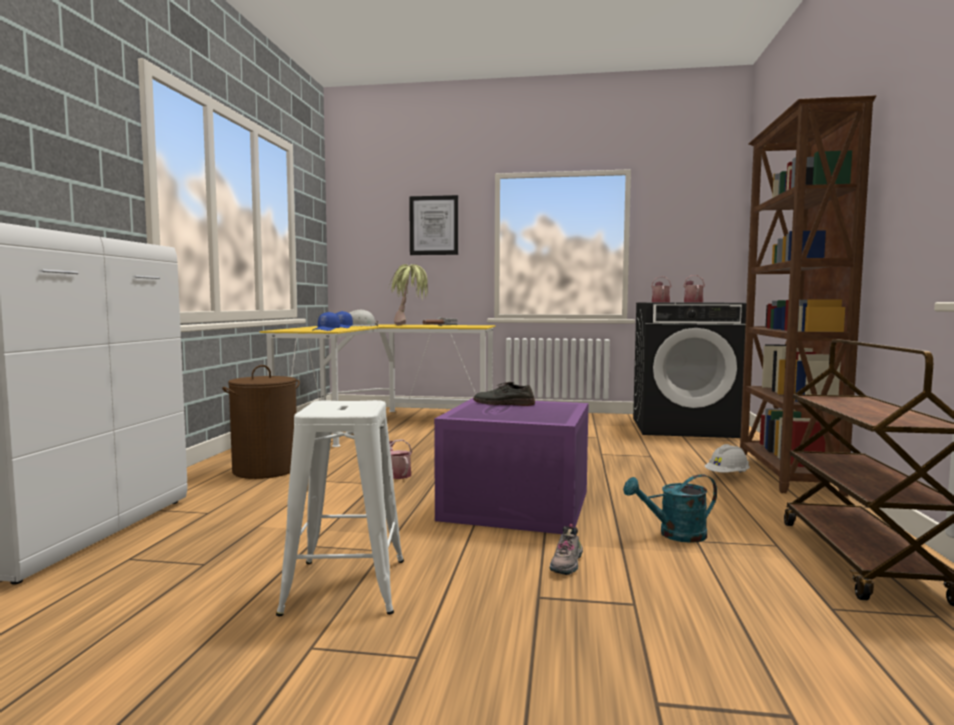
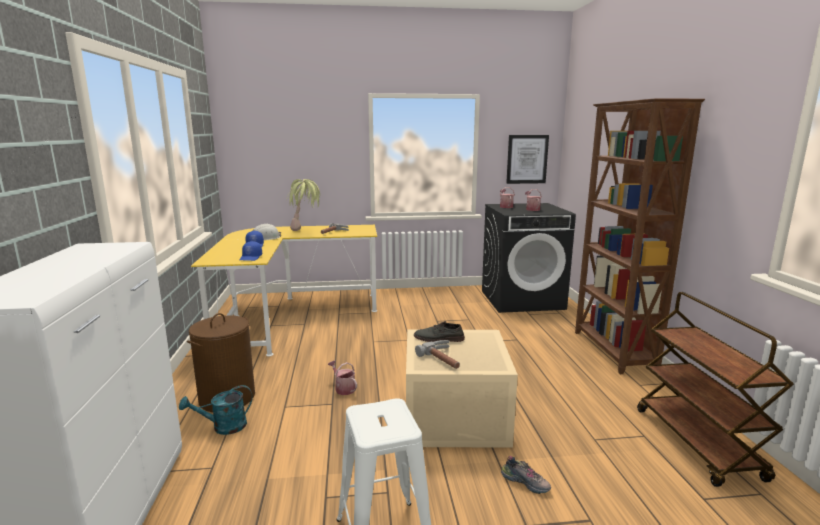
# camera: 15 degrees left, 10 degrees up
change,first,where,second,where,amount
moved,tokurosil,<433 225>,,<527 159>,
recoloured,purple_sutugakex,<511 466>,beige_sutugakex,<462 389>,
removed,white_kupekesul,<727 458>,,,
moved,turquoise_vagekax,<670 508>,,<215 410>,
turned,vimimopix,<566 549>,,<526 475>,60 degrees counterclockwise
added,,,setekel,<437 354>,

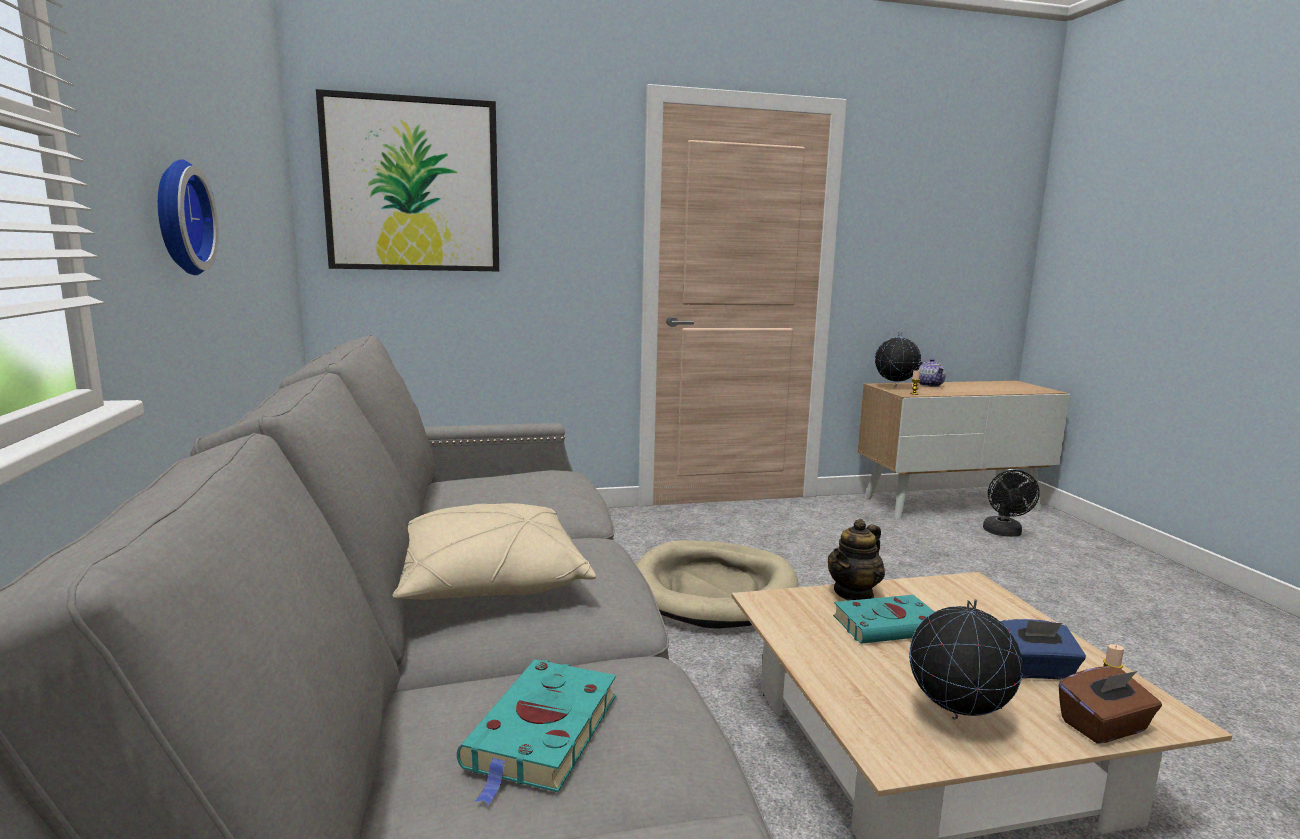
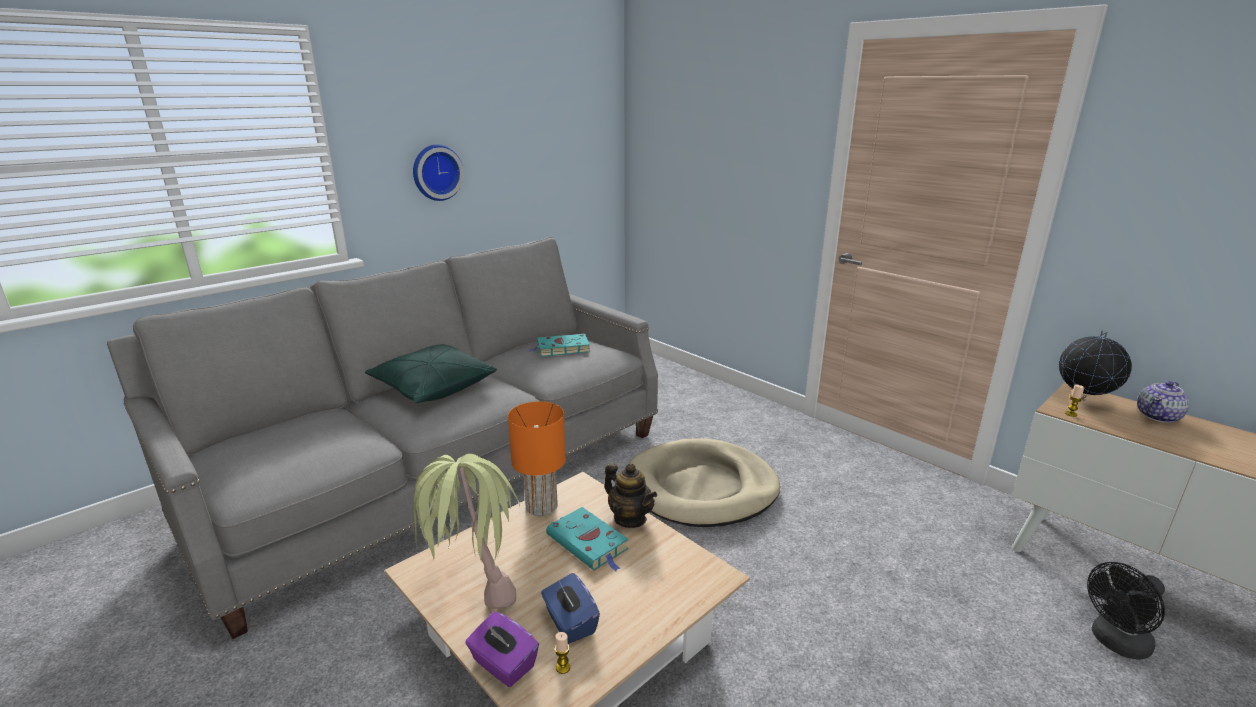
# camera: 60 degrees right, 10 degrees up
change,first,where,second,where,amount
removed,tokurosil,<407 180>,,,
recoloured,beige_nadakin,<494 551>,green_nadakin,<431 374>,
turned,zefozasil,<856 560>,,<630 495>,150 degrees counterclockwise
replaced,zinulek,<966 659>,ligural,<467 531>,
moved,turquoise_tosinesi,<536 733>,,<559 345>,
recoloured,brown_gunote,<1110 705>,purple_gunote,<502 649>,
added,,,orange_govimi,<537 459>,

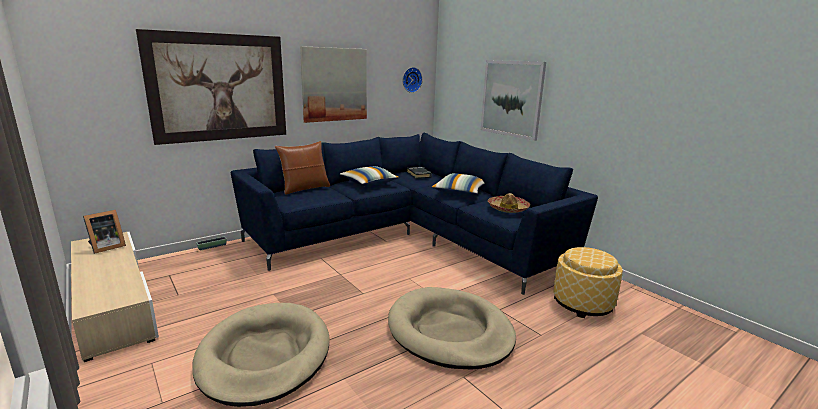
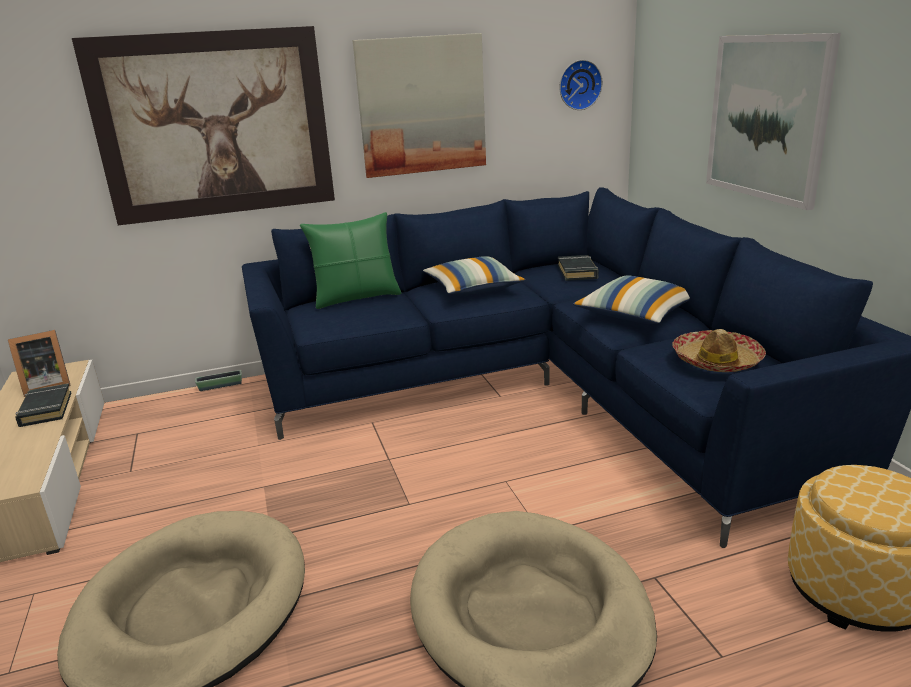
# camera: 20 degrees right, 5 degrees up
change,first,where,second,where,amount
recoloured,brown_nadakin,<302 168>,green_nadakin,<350 260>,
added,,,black_tosinesi,<43 405>,

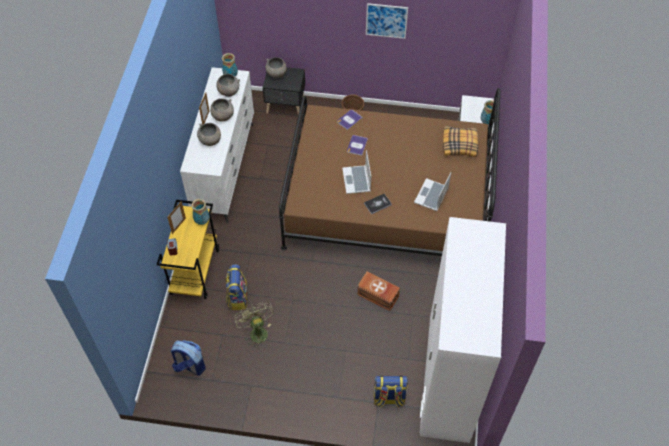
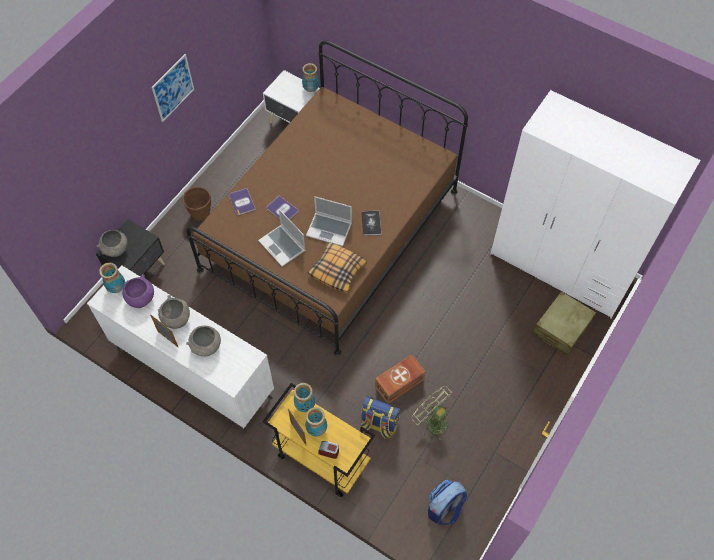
# camera: 65 degrees left, 5 degrees up
change,first,where,second,where,amount
recoloured,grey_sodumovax,<228 85>,purple_sodumovax,<138 291>,
moved,nadakin,<460 141>,,<337 267>,
moved,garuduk,<432 191>,,<281 237>,
moved,brown_sutugakex,<378 291>,,<400 379>,
turned,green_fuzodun,<254 325>,,<431 413>,45 degrees clockwise
replaced,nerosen,<391 392>,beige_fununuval,<564 323>,
added,,,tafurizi,<316 422>,

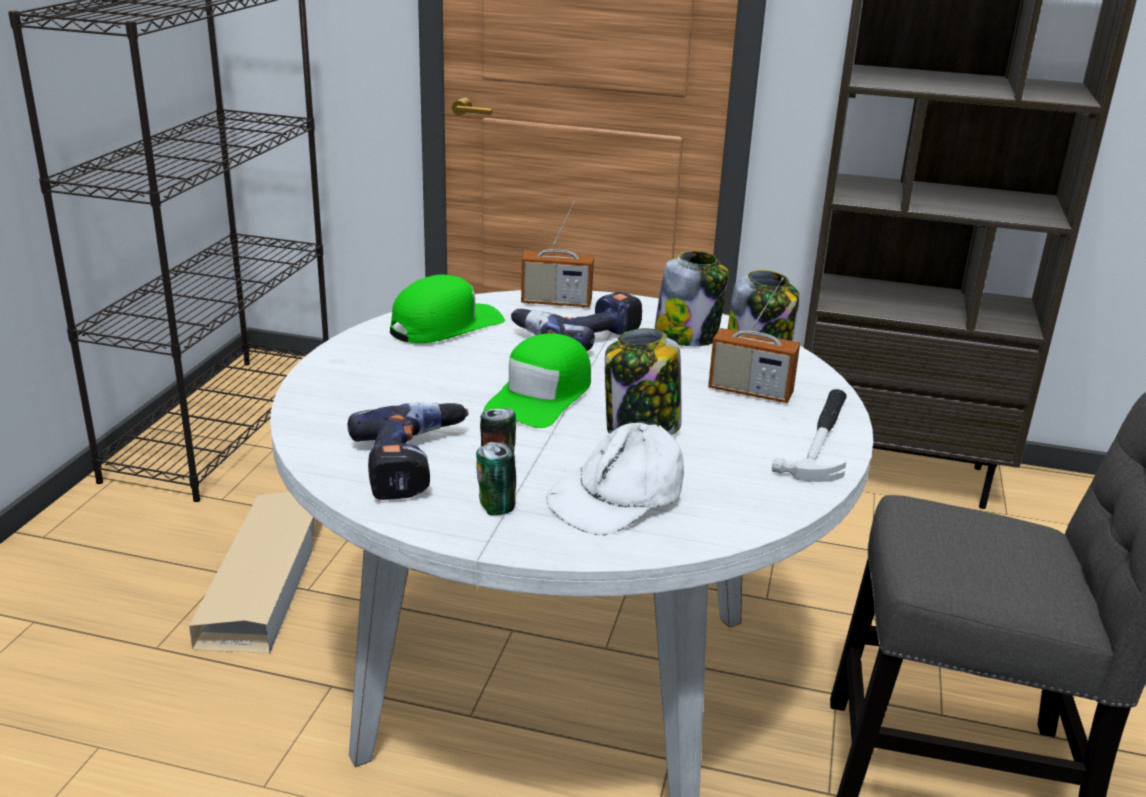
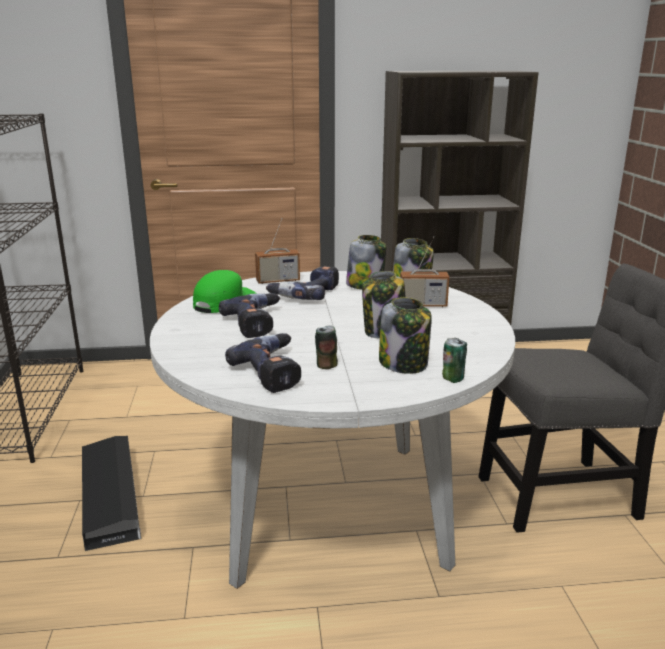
# camera: 20 degrees left, 5 degrees down
change,first,where,second,where,amount
removed,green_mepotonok,<537 380>,,,
removed,setekel,<809 435>,,,
replaced,white_mepotonok,<615 477>,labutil,<405 335>,
moved,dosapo,<496 478>,,<454 360>,
recoloured,beige_sutugakex,<252 573>,black_sutugakex,<111 493>,
added,,,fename,<249 315>,

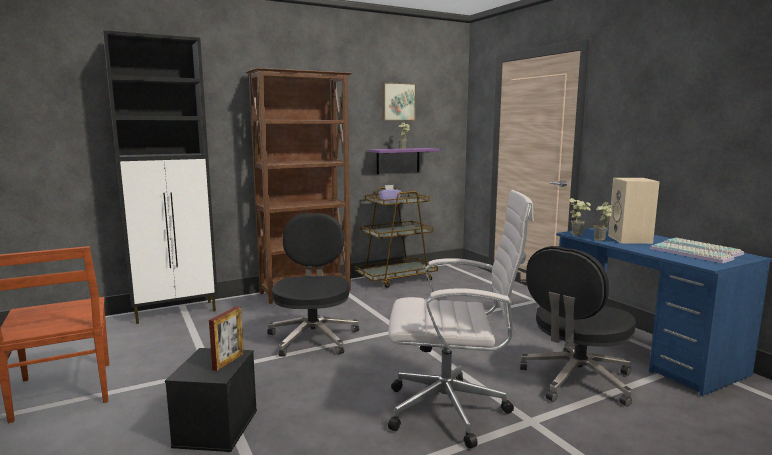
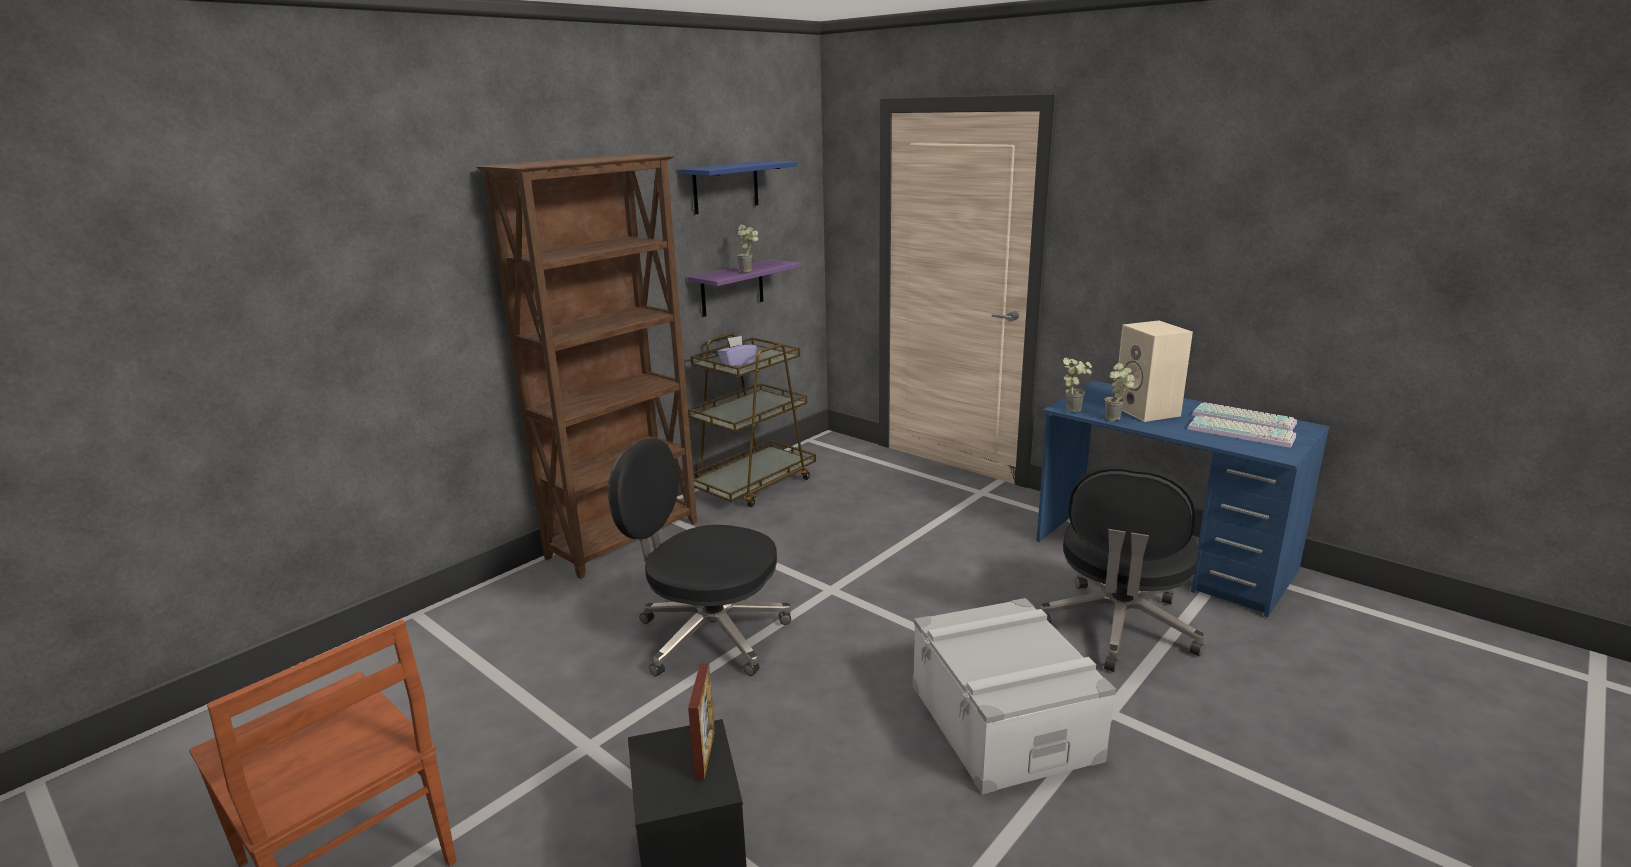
# camera: 20 degrees left, 10 degrees up
change,first,where,second,where,amount
removed,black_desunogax,<160 177>,,,
replaced,tokurosil,<399 101>,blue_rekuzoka,<738 187>,
replaced,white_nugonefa,<461 319>,grey_sutugakex,<1014 696>,
turned,black_nugonefa,<313 285>,,<699 558>,45 degrees counterclockwise

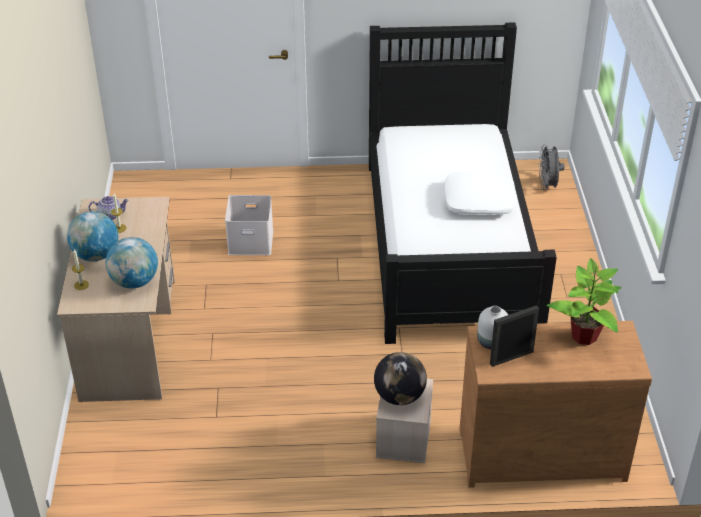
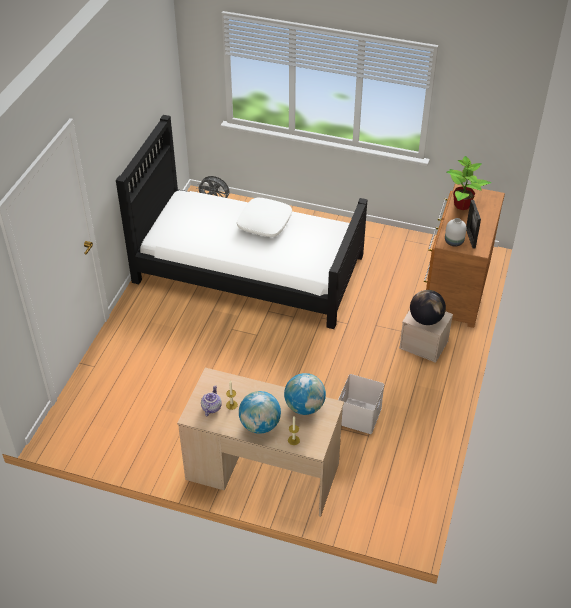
# camera: 70 degrees left, 5 degrees up
change,first,where,second,where,amount
moved,white_sutugakex,<249 225>,,<361 404>,

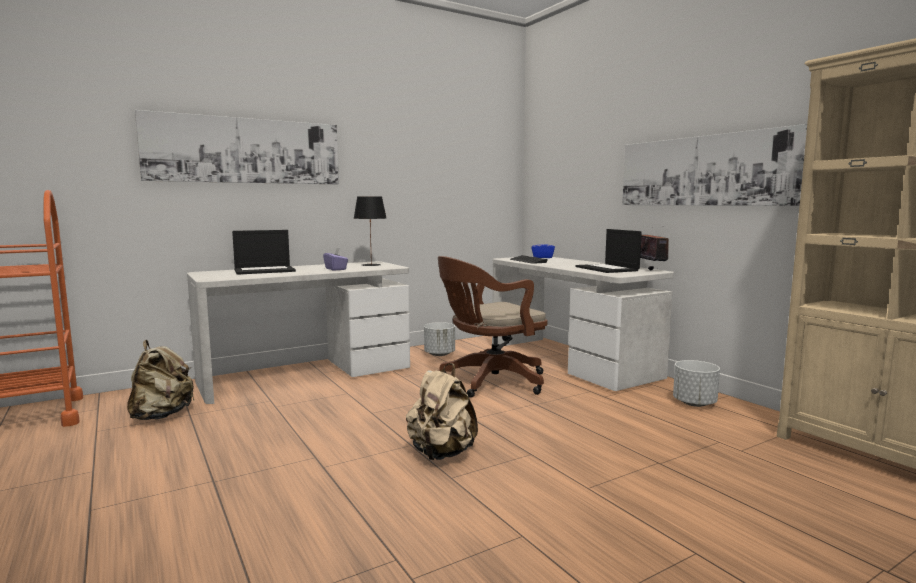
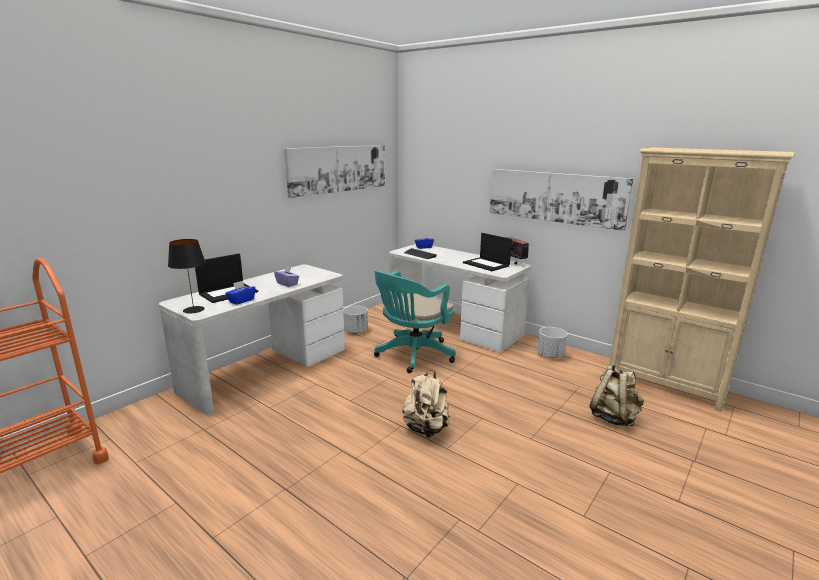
# camera: 20 degrees left, 10 degrees up
change,first,where,second,where,amount
moved,tokurosil,<237 147>,,<334 171>,
moved,black_govimi,<369 231>,,<187 276>,
recoloured,brown_nugonefa,<493 327>,turquoise_nugonefa,<415 322>,
moved,beige_nerosen,<161 380>,,<617 395>,
added,,,blue_gunote,<240 293>,

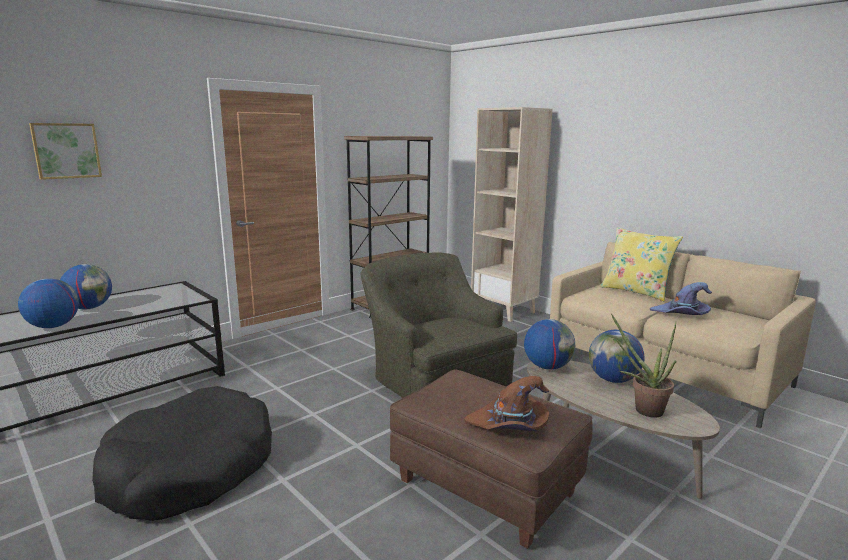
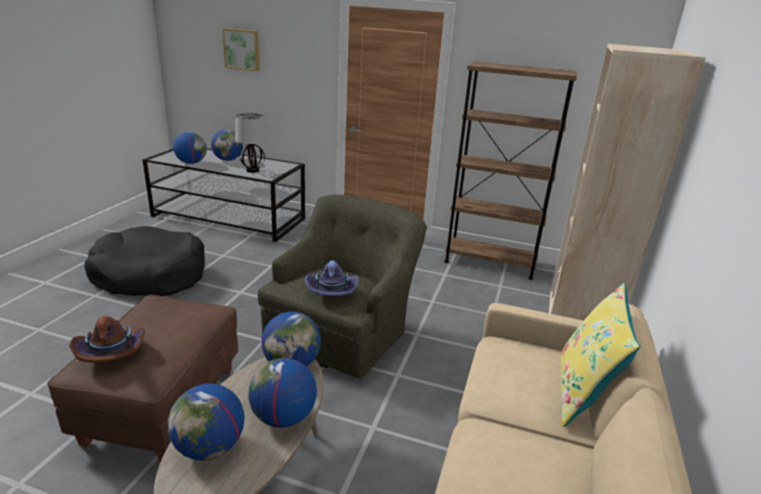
# camera: 60 degrees right, 10 degrees up
change,first,where,second,where,amount
moved,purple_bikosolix,<681 298>,,<332 278>,
replaced,ligural,<643 366>,zinulek,<206 422>,
added,,,govimi,<251 143>,

